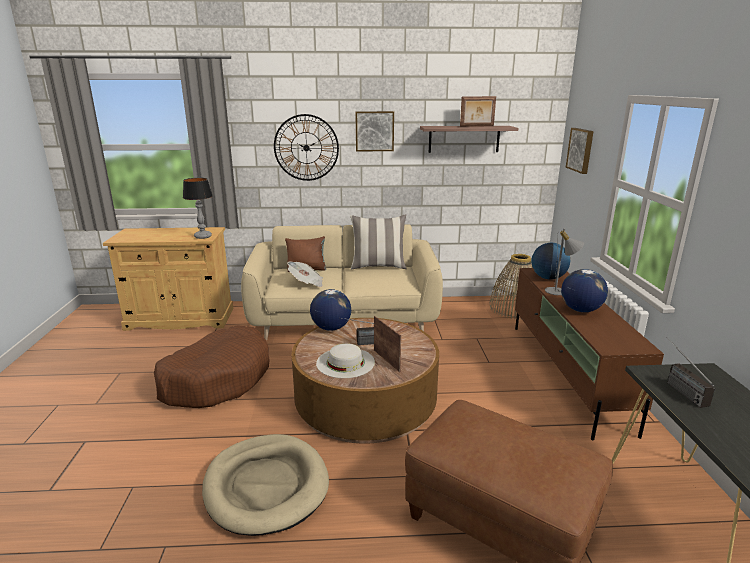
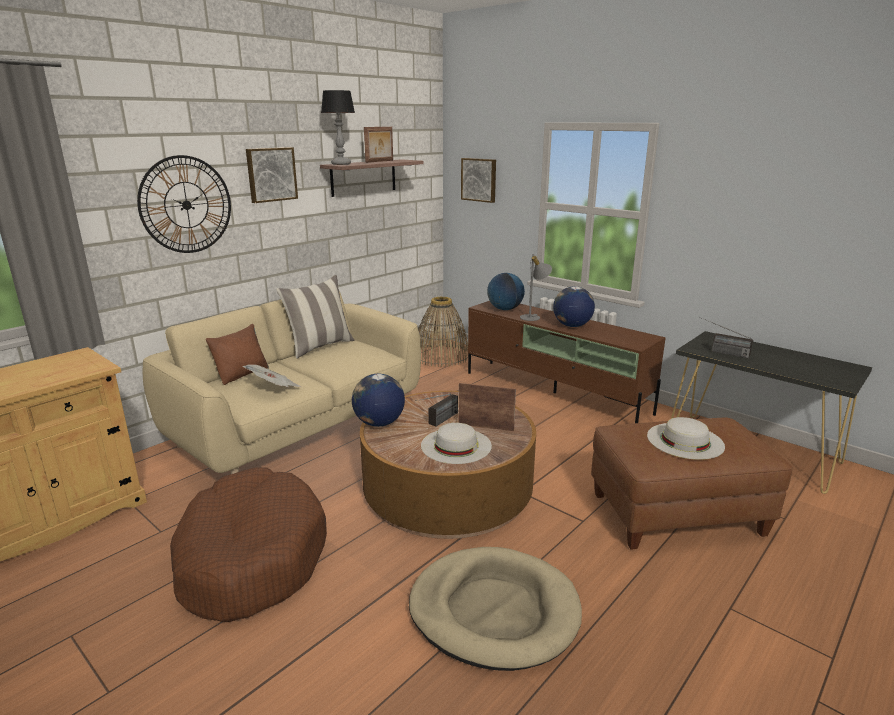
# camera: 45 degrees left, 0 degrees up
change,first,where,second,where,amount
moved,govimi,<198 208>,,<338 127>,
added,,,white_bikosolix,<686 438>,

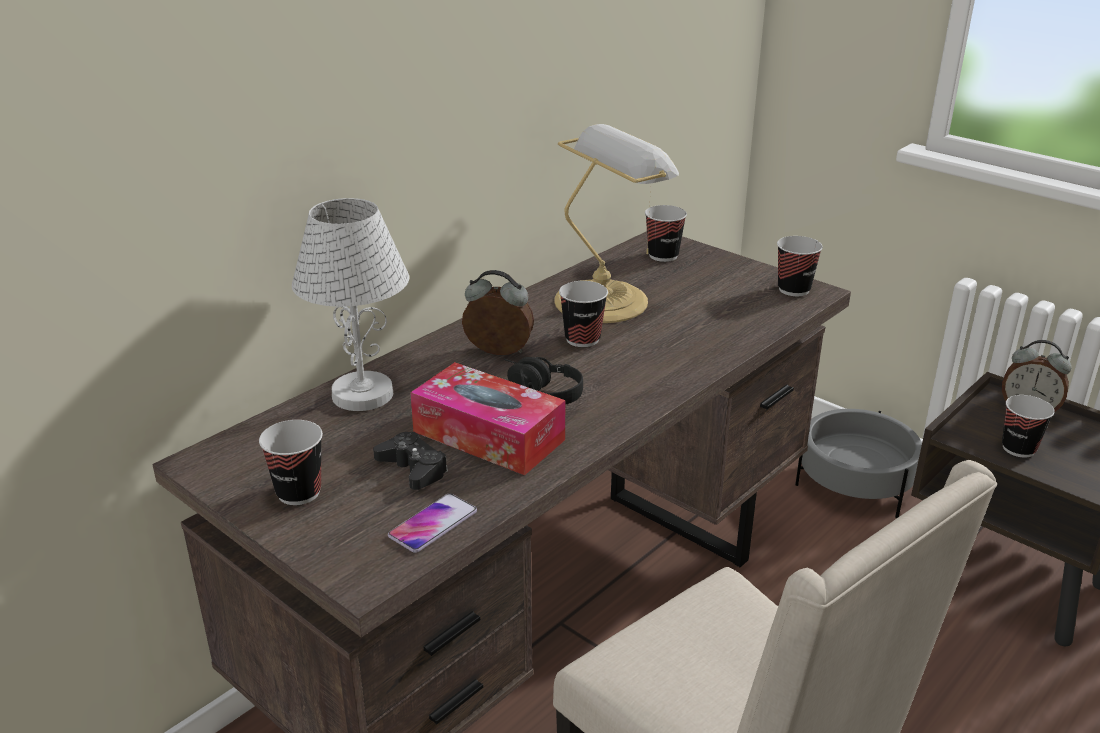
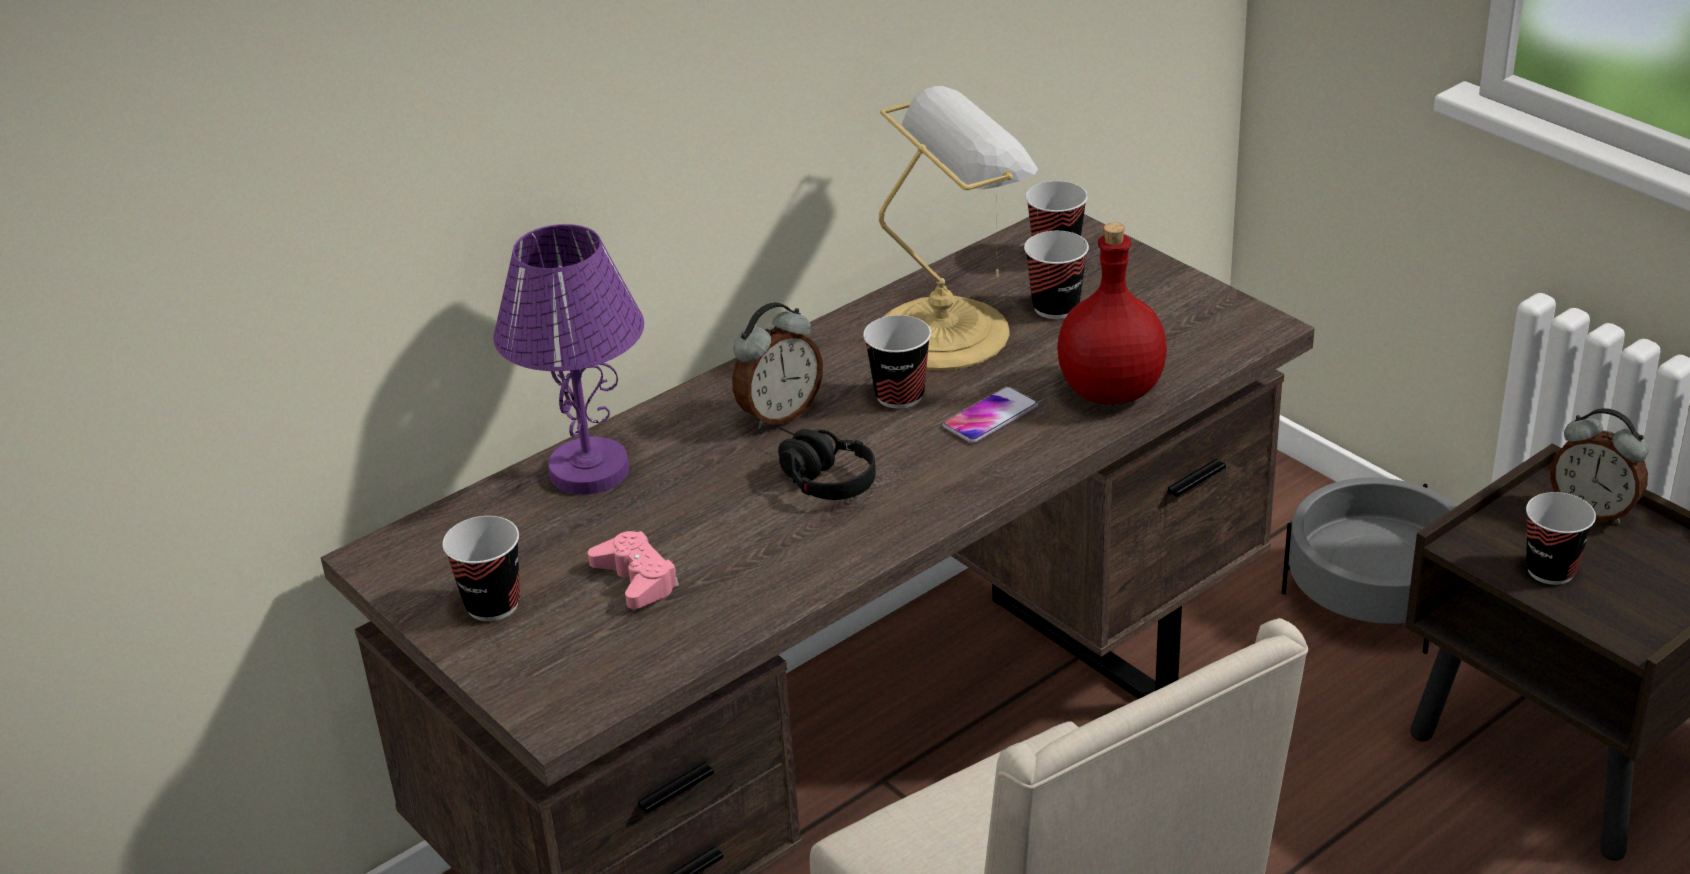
# camera: 10 degrees right, 5 degrees up
change,first,where,second,where,amount
recoloured,white_govimi,<350 304>,purple_govimi,<568 359>,
moved,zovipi,<800 266>,,<1056 275>,
turned,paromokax,<498 312>,,<777 365>,120 degrees clockwise
removed,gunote,<487 418>,,,
recoloured,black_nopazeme,<410 461>,pink_nopazeme,<633 570>,
moved,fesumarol,<432 523>,,<990 414>,
added,,,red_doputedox,<1112 313>,

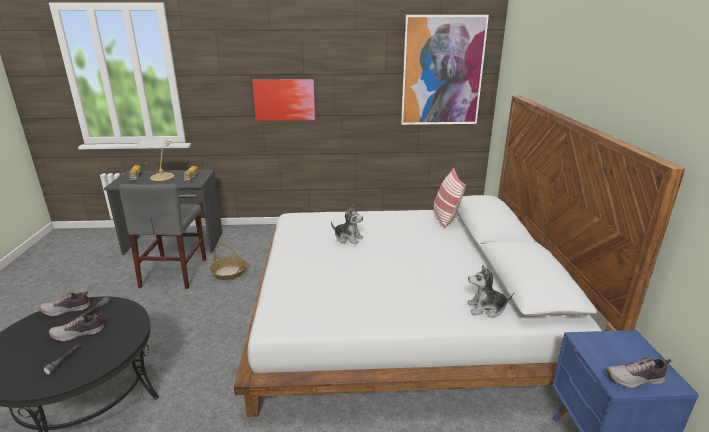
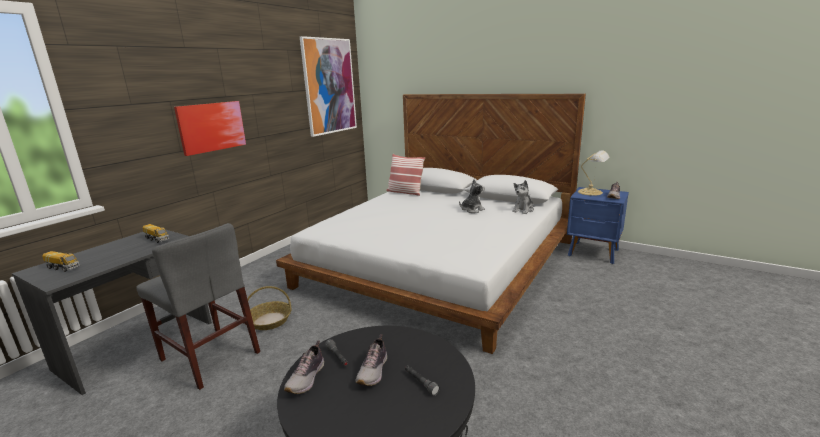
# camera: 55 degrees left, 5 degrees down
change,first,where,second,where,amount
moved,govimi,<155 159>,,<594 173>,
moved,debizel,<347 224>,,<472 196>,

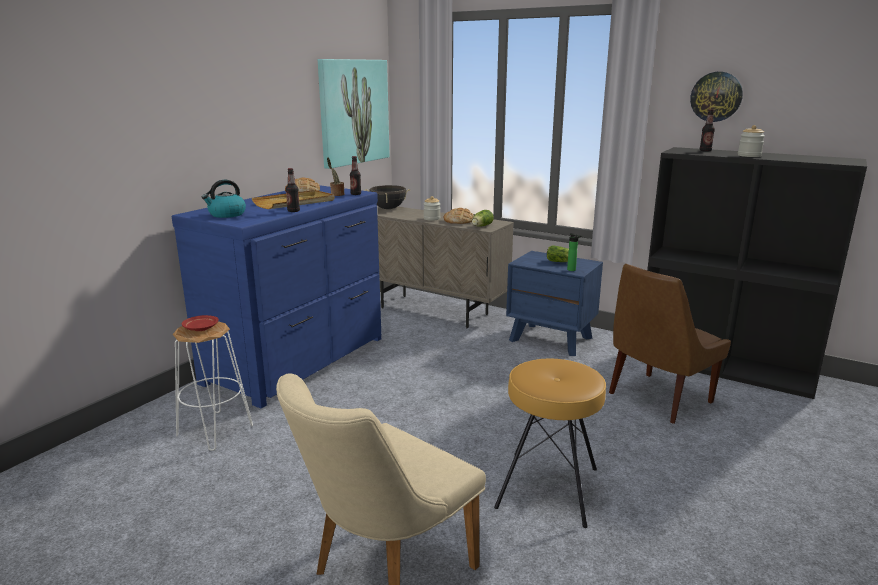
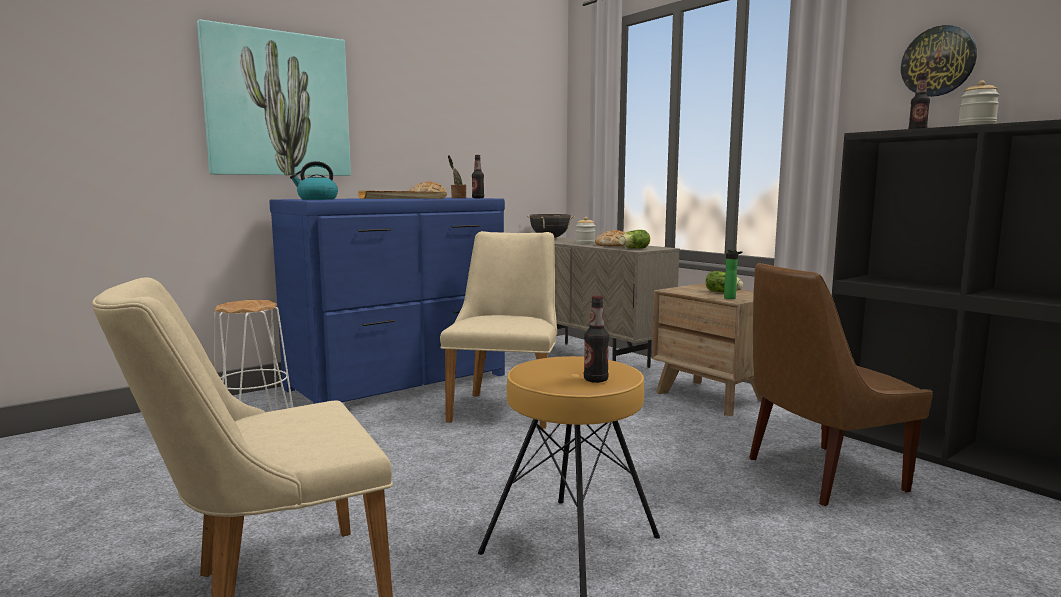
# camera: 20 degrees right, 10 degrees down
change,first,where,second,where,amount
moved,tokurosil,<354 114>,,<274 97>,
moved,doputedox,<293 190>,,<596 339>,
recoloured,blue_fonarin,<554 303>,brown_fonarin,<707 350>,
removed,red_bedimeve,<200 323>,,,
added,,,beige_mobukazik,<498 330>,

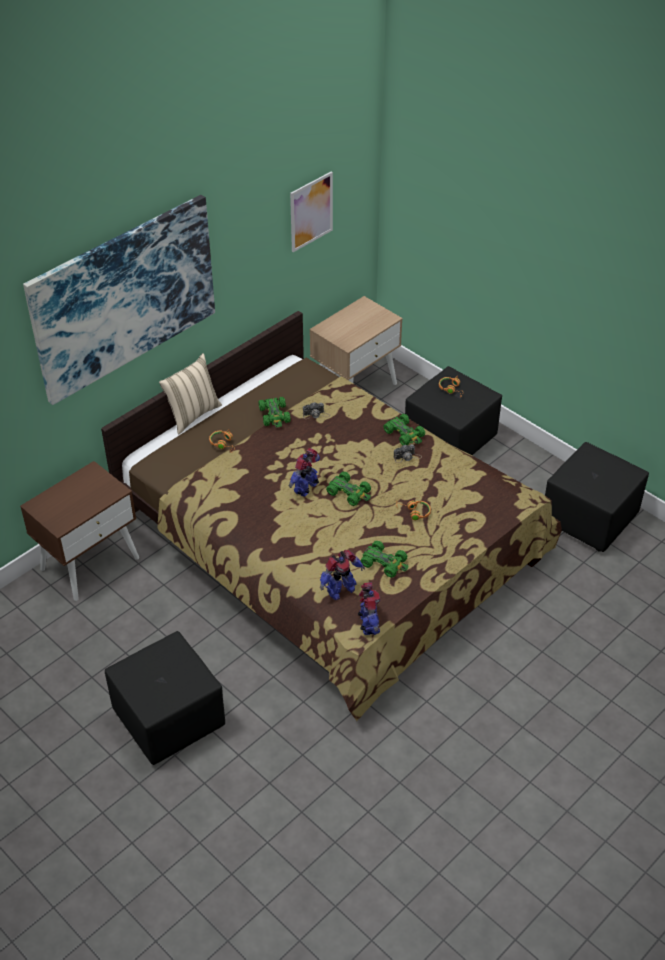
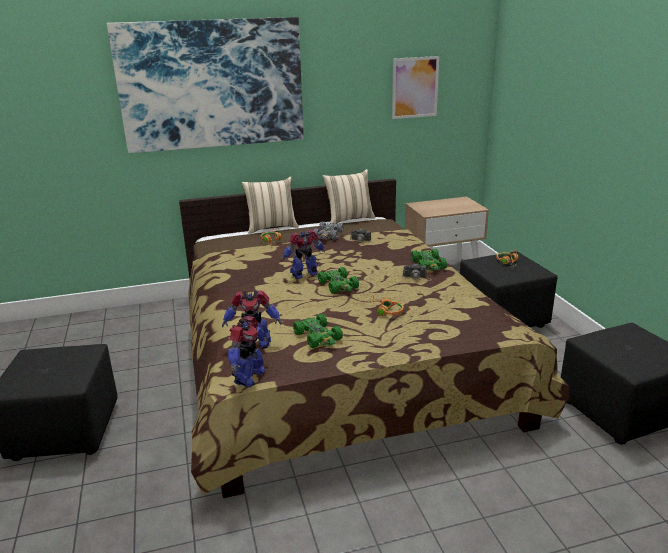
# camera: 30 degrees right, 20 degrees down
change,first,where,second,where,amount
recoloured,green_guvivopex,<274 412>,grey_guvivopex,<328 231>,
removed,brown_fonarin,<79 531>,,,
added,,,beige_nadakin,<349 196>,

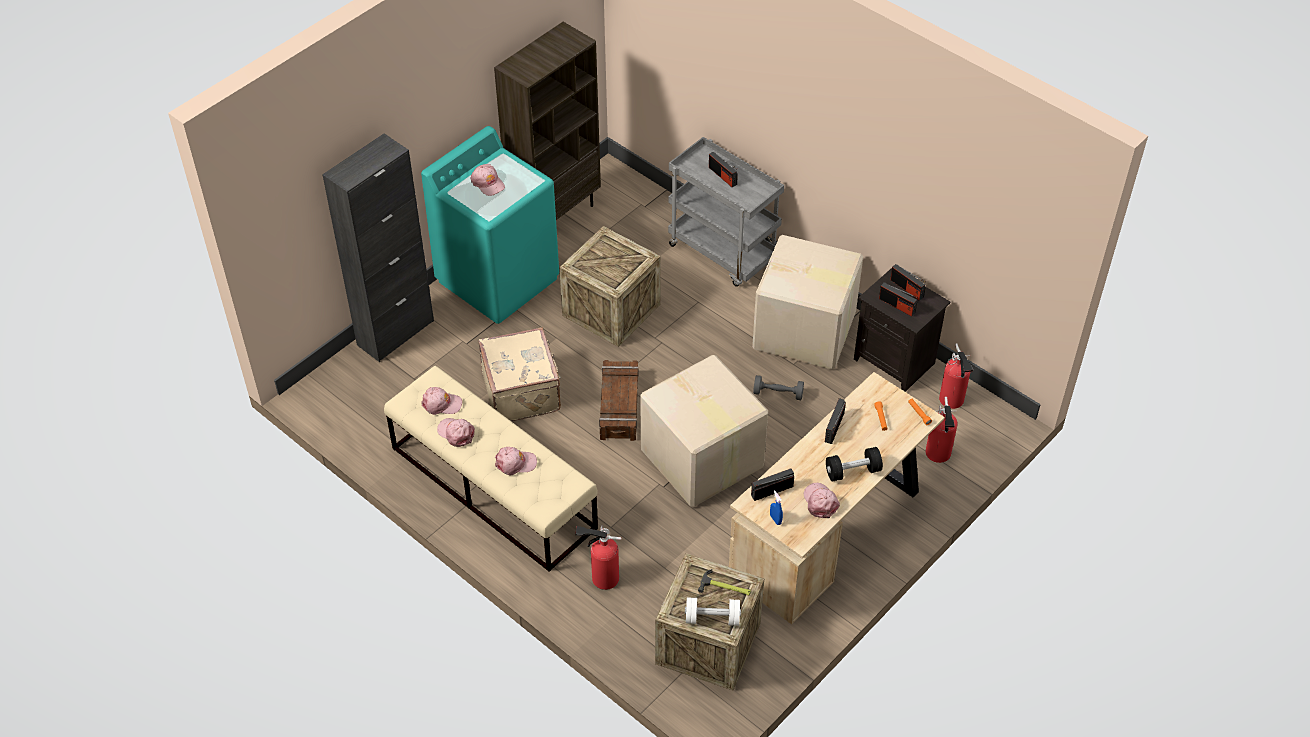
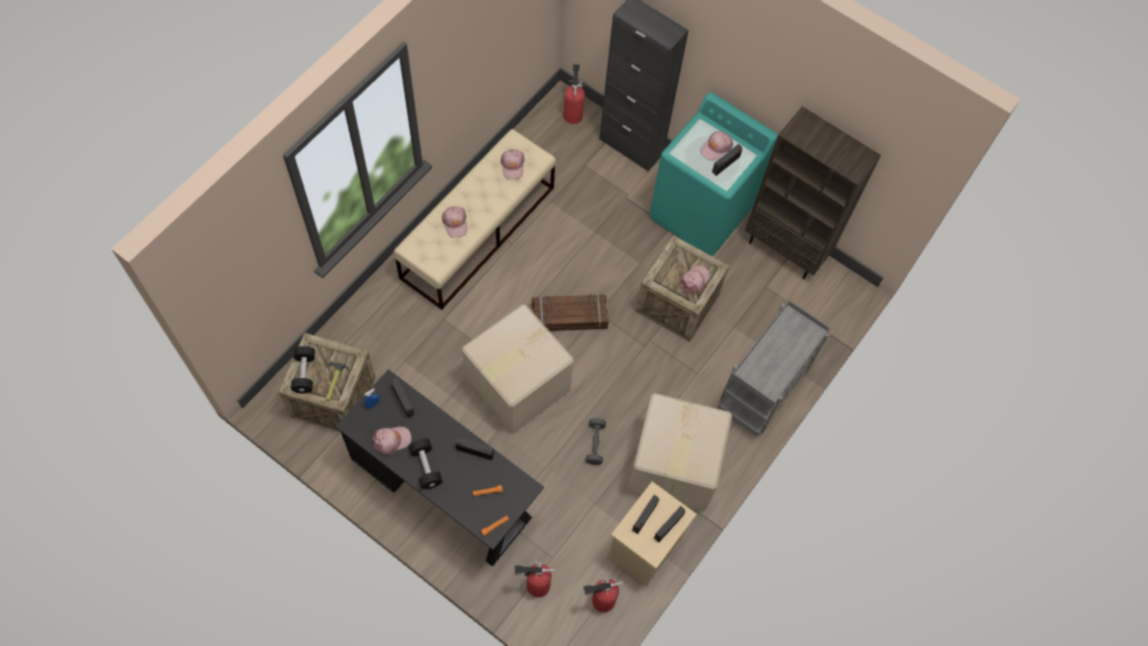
# camera: 80 degrees right, 15 degrees up
change,first,where,second,where,amount
moved,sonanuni,<723 169>,,<727 160>,
recoloured,black_fonarin,<902 330>,beige_fonarin,<652 533>,
removed,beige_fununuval,<519 374>,,,
recoloured,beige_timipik,<837 498>,black_timipik,<440 468>,
moved,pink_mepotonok,<456 432>,,<695 279>,
moved,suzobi,<598 557>,,<574 94>,
recoloured,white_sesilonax,<713 611>,black_sesilonax,<303 370>,

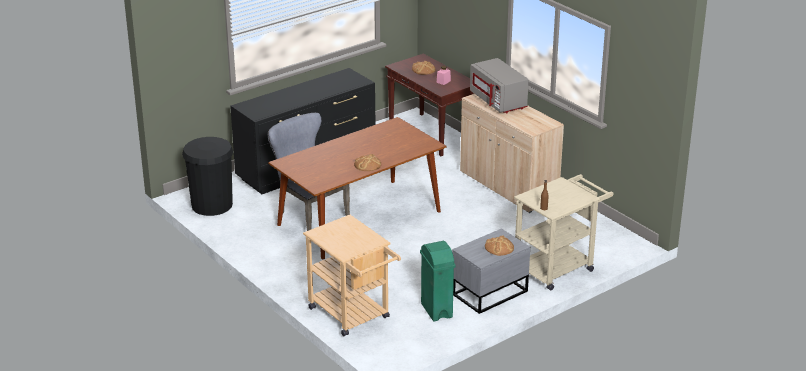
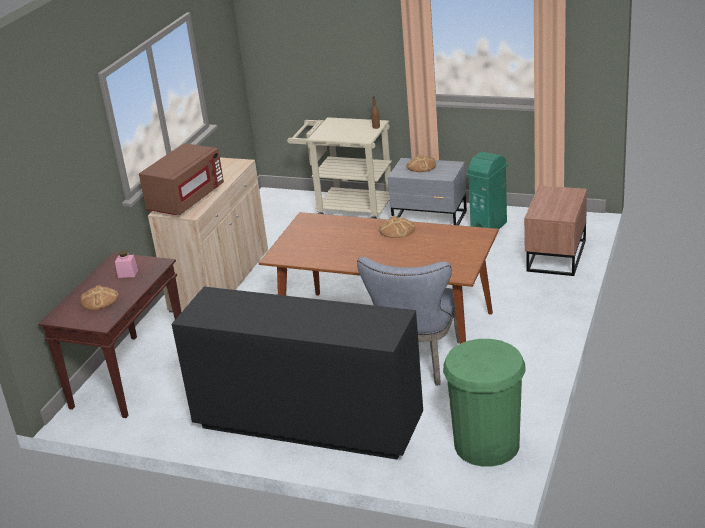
# camera: 120 degrees left, 0 degrees up
change,first,where,second,where,amount
recoloured,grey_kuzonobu,<499 85>,brown_kuzonobu,<181 179>,
recoloured,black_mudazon,<207 176>,green_mudazon,<484 403>,
replaced,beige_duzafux,<352 275>,brown_fonarin,<555 231>,

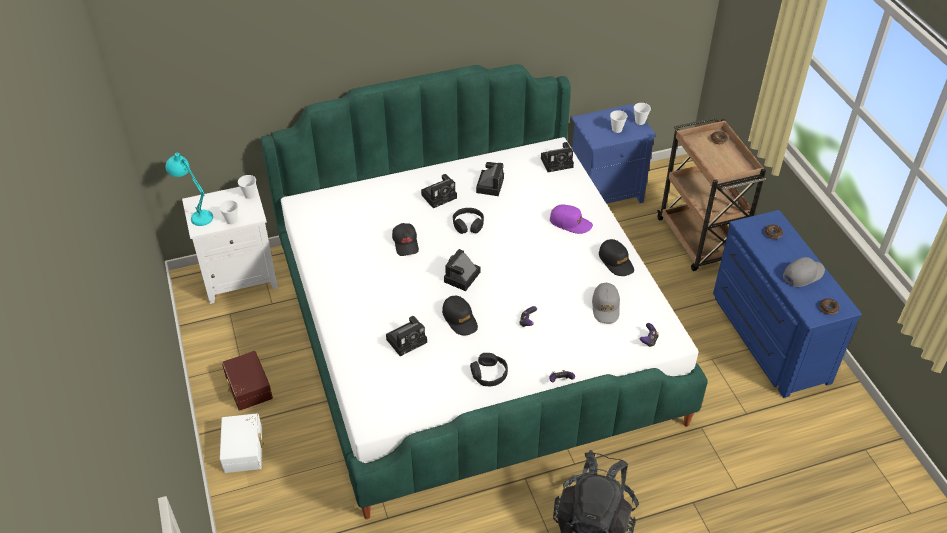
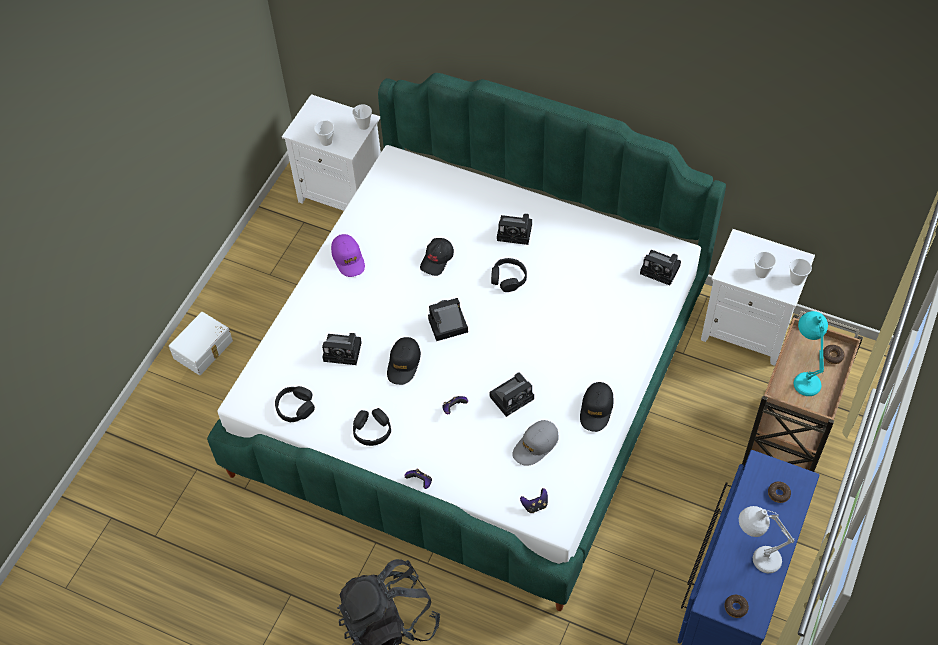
# camera: 45 degrees right, 10 degrees up
change,first,where,second,where,amount
recoloured,blue_fonarin,<613 154>,white_fonarin,<758 297>,
moved,turquoise_govimi,<189 189>,,<811 353>,
moved,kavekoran,<490 179>,,<512 394>,
moved,purple_mepotonok,<571 219>,,<348 255>,
replaced,grey_mepotonok,<804 272>,white_govimi,<767 539>,
removed,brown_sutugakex,<247 381>,,,
added,,,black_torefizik,<295 404>,

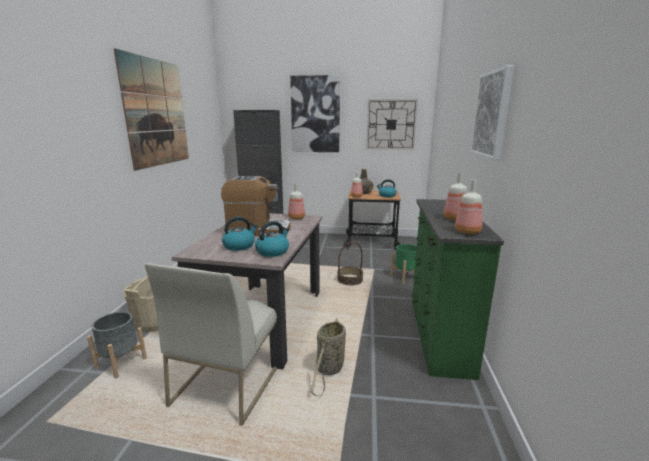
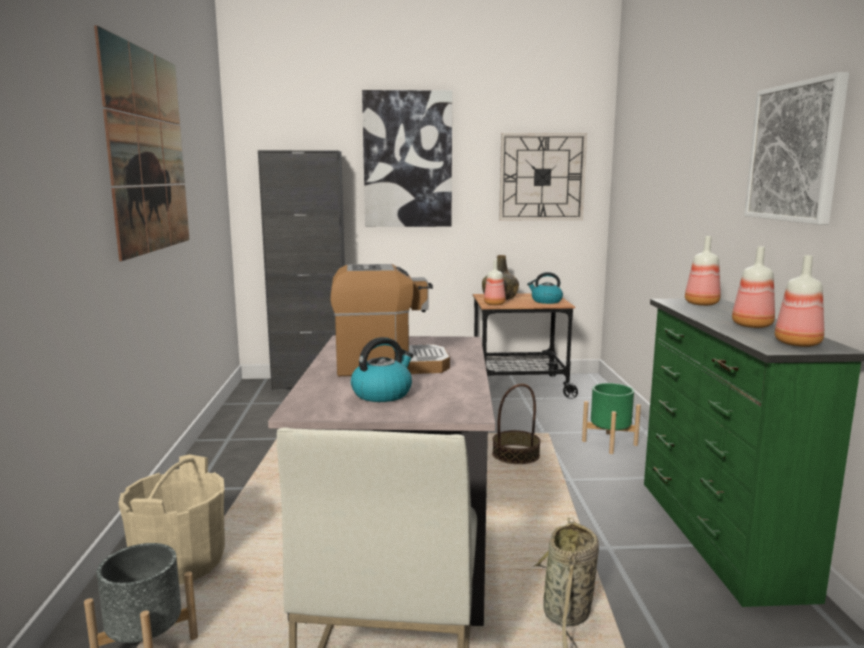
# camera: 10 degrees left, 5 degrees down
change,first,where,second,where,amount
moved,doputedox,<296 201>,,<703 271>,
removed,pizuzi,<272 239>,,,

